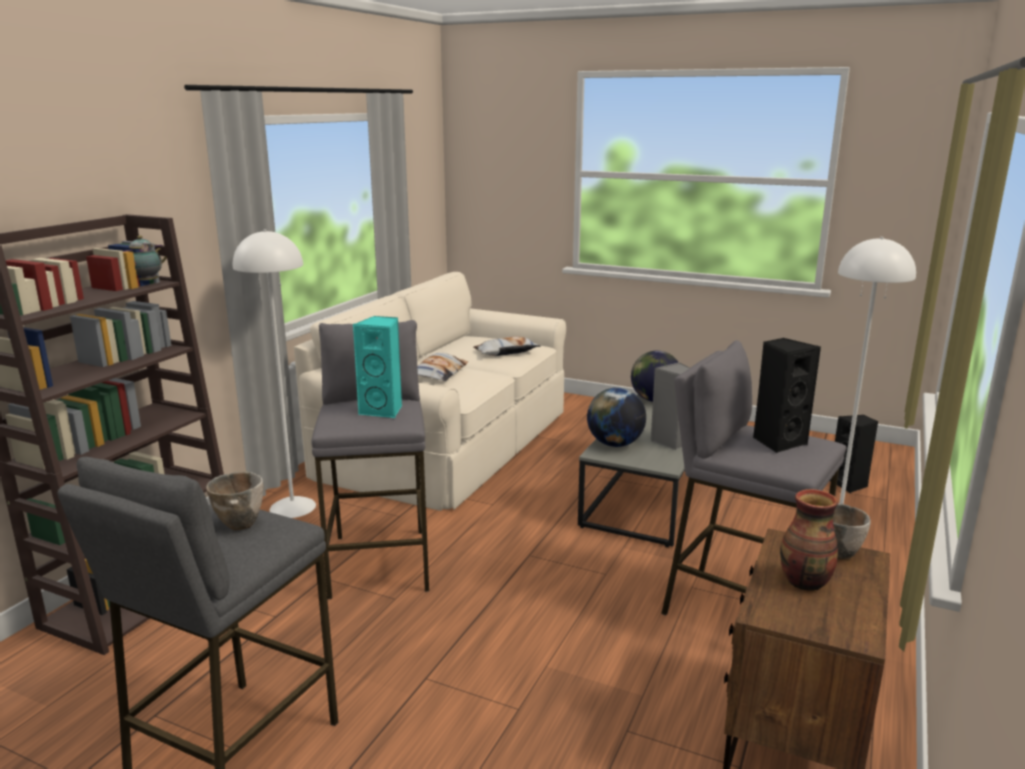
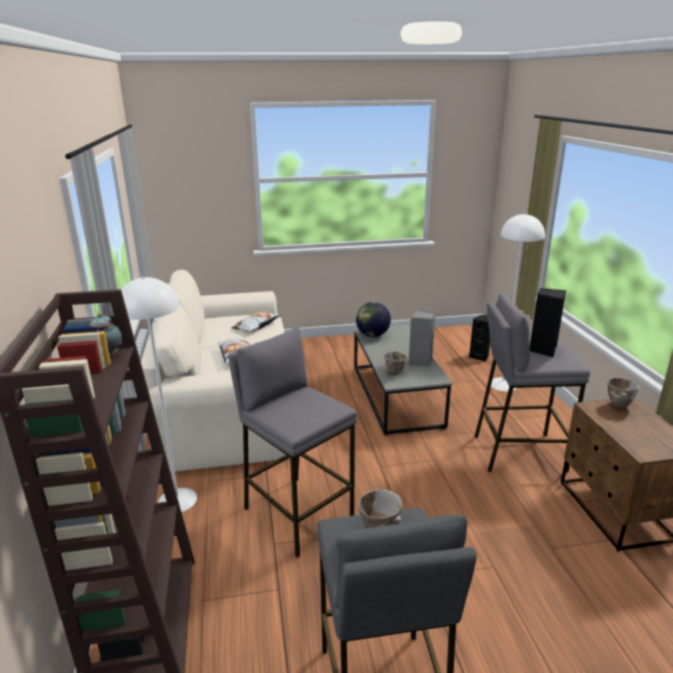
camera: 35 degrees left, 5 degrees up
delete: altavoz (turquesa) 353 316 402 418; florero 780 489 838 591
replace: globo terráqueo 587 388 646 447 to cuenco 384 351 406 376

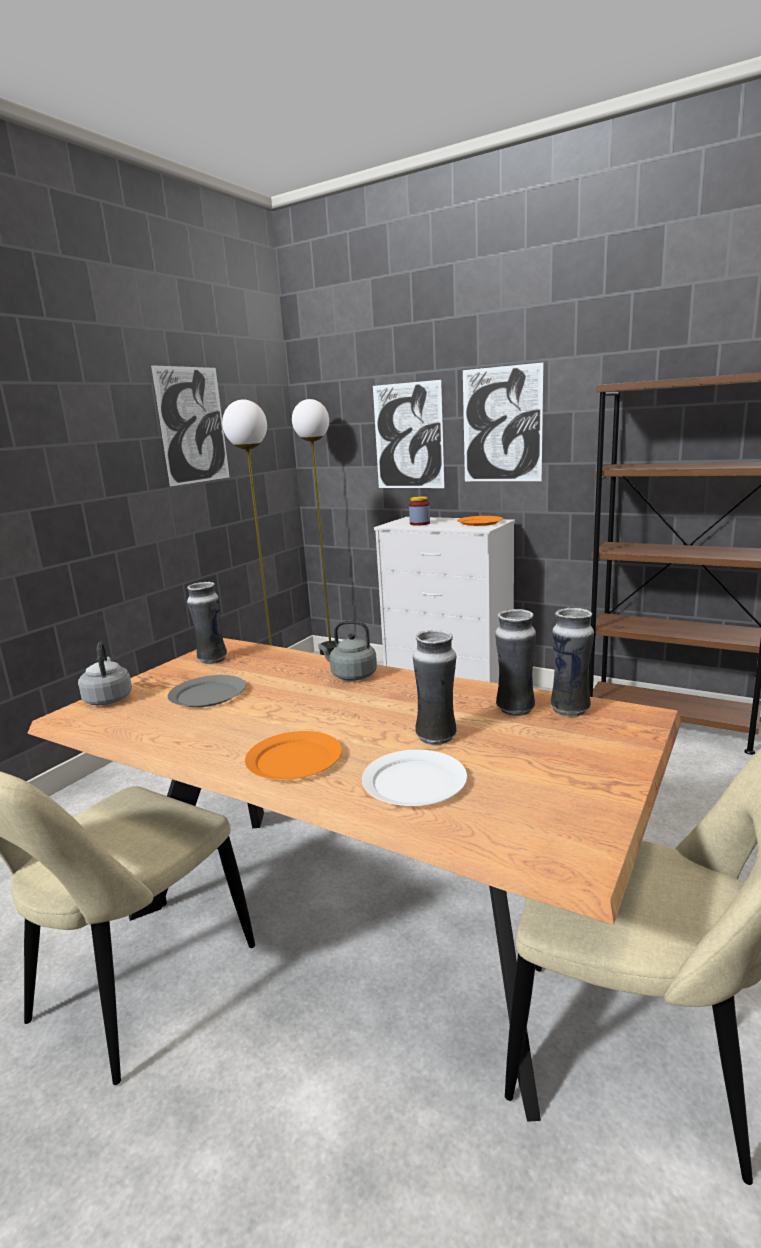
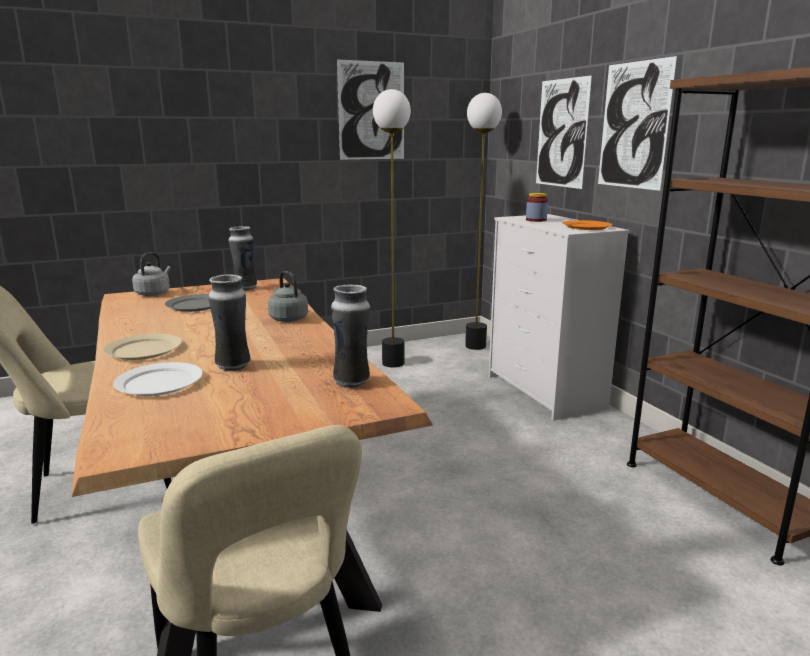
camera: 35 degrees right, 0 degrees up
delete: florero 495 609 536 716
recolor: plato (naranja) 245 731 342 780 to plato (beis) 103 334 182 360

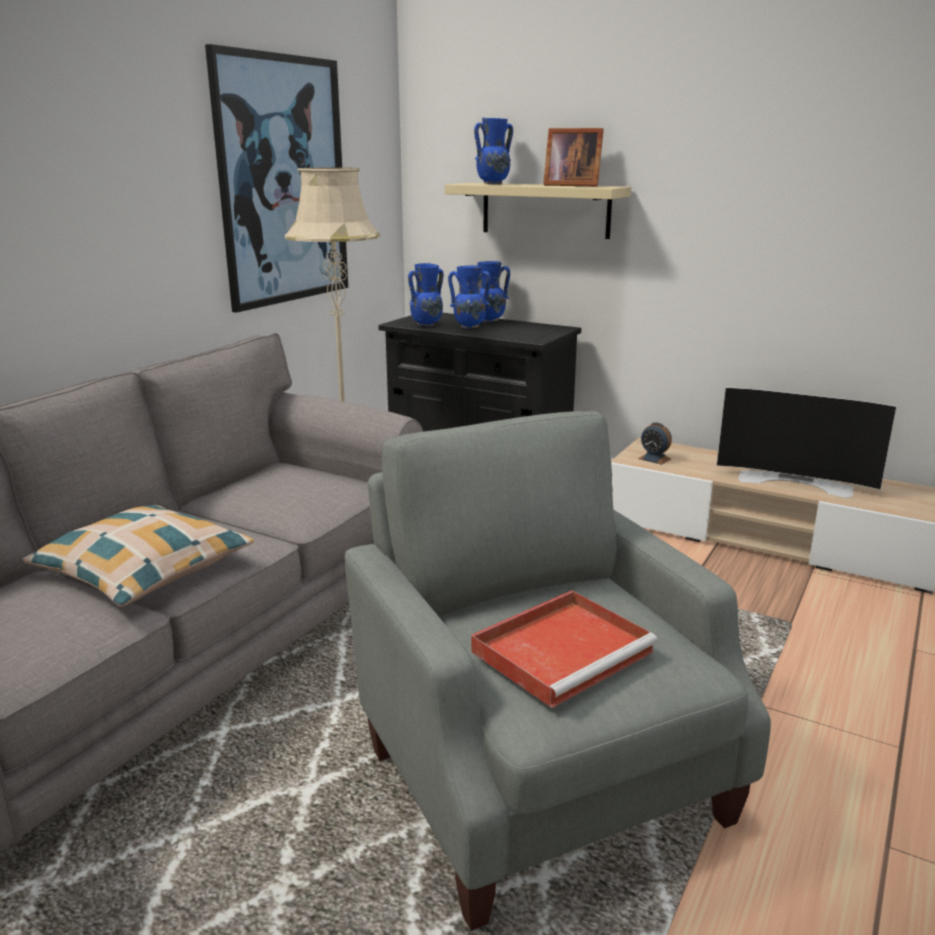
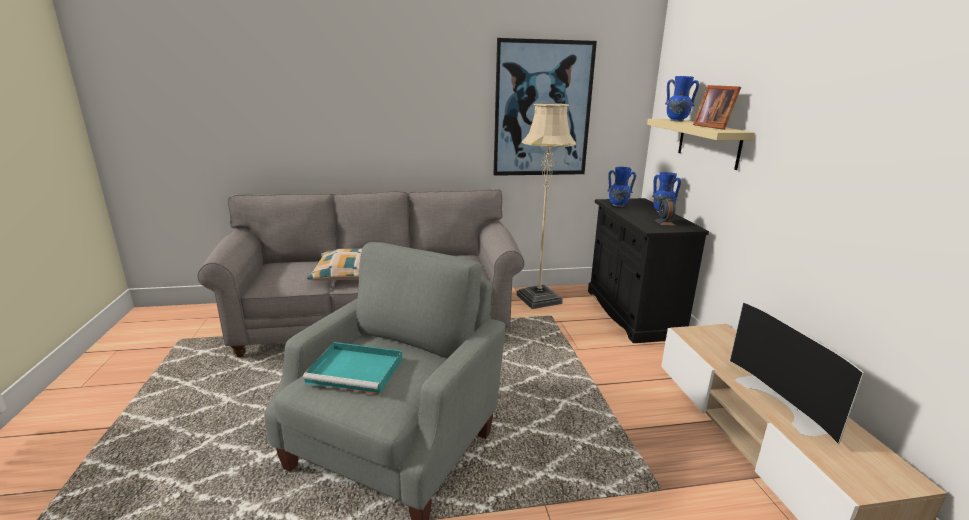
camera: 50 degrees right, 0 degrees up
delete: florero (azul) 448 265 491 329
move: despertador 638 423 672 465 to 655 198 676 226
recolor: bandeja (rojo) 471 590 658 708 to bandeja (turquesa) 303 342 402 395

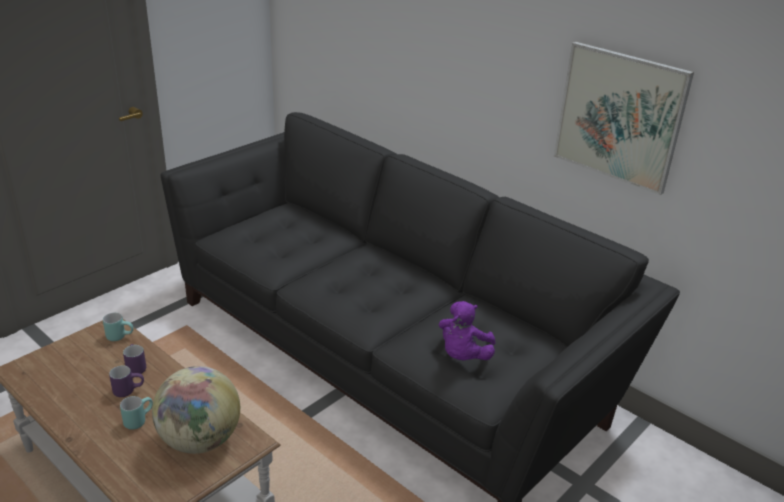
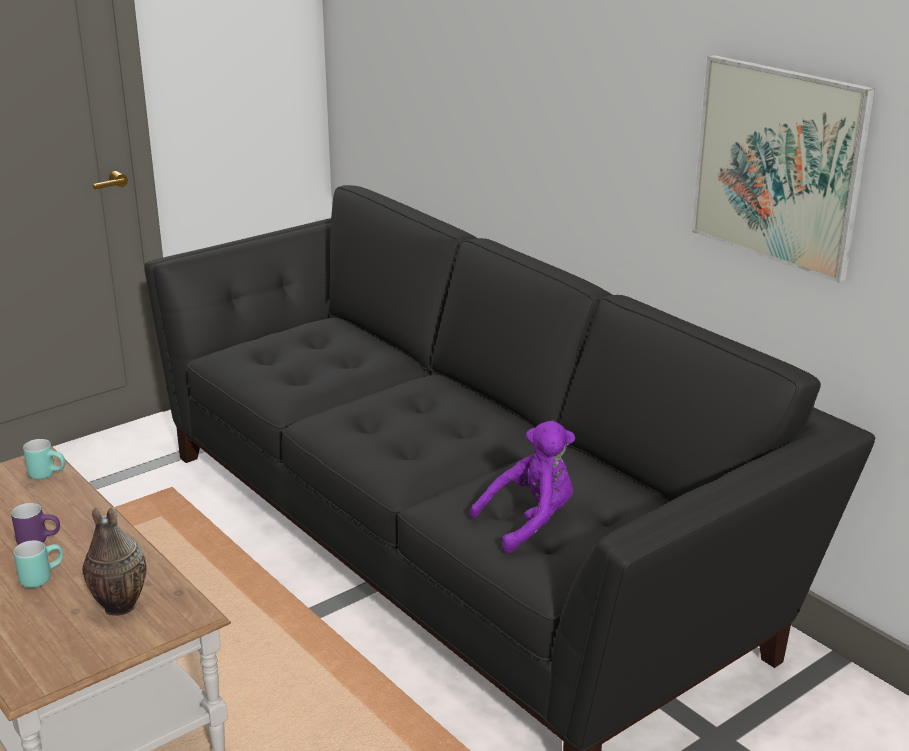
camera: 10 degrees right, 5 degrees down
delete: taza grande (morado) 123 344 146 374
replace: globo terráqueo 152 366 240 454 to florero 82 507 147 616
rotate: peluche (morado) 439 301 496 360 = 470 421 575 553 150 degrees counterclockwise

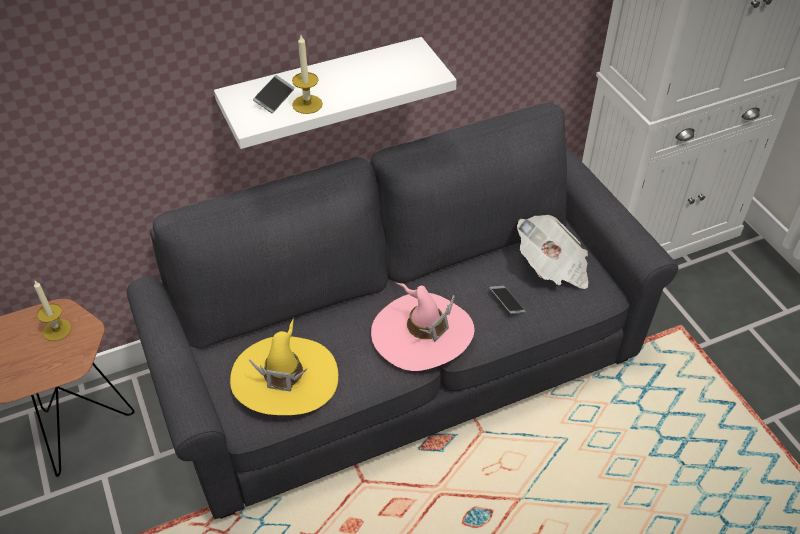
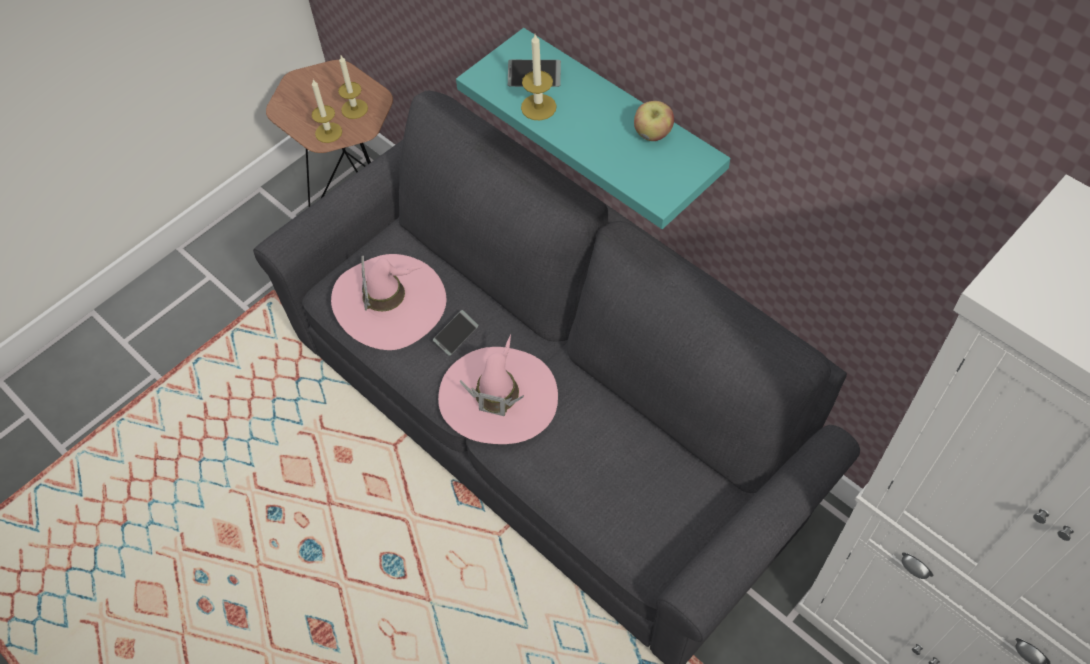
camera: 70 degrees right, 10 degrees up
delete: periódico 517 215 588 289
insert: vela 312 80 342 143; manzana 634 101 674 141
move: móvil 489 286 525 314 to 433 310 478 356
recolor: sombrero (amarillo) 230 318 338 415 to sombrero (rosa) 331 254 446 350; estante (blanco) 214 37 457 149 to estante (turquesa) 456 28 730 229

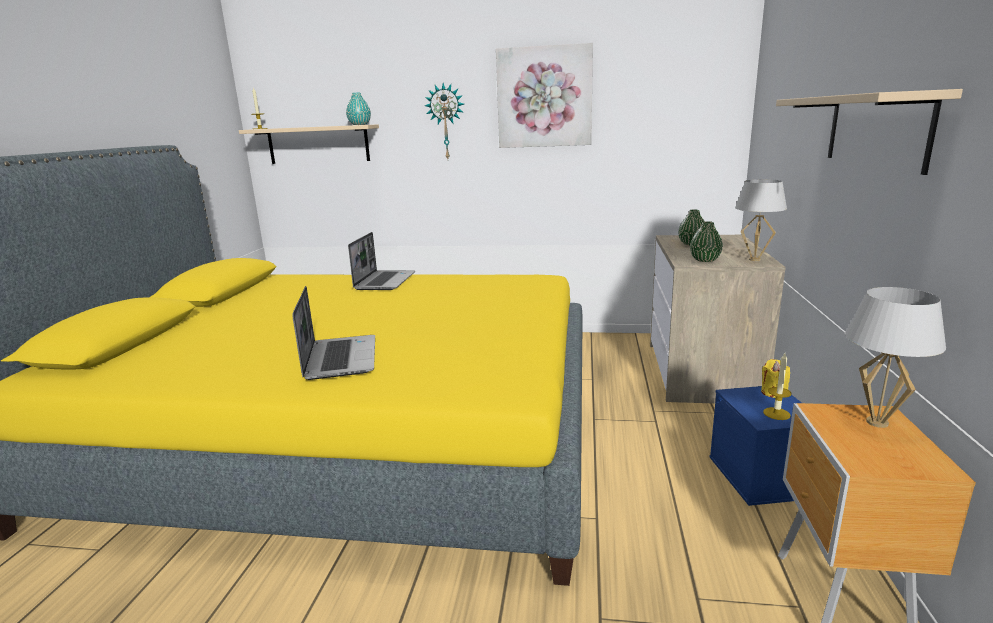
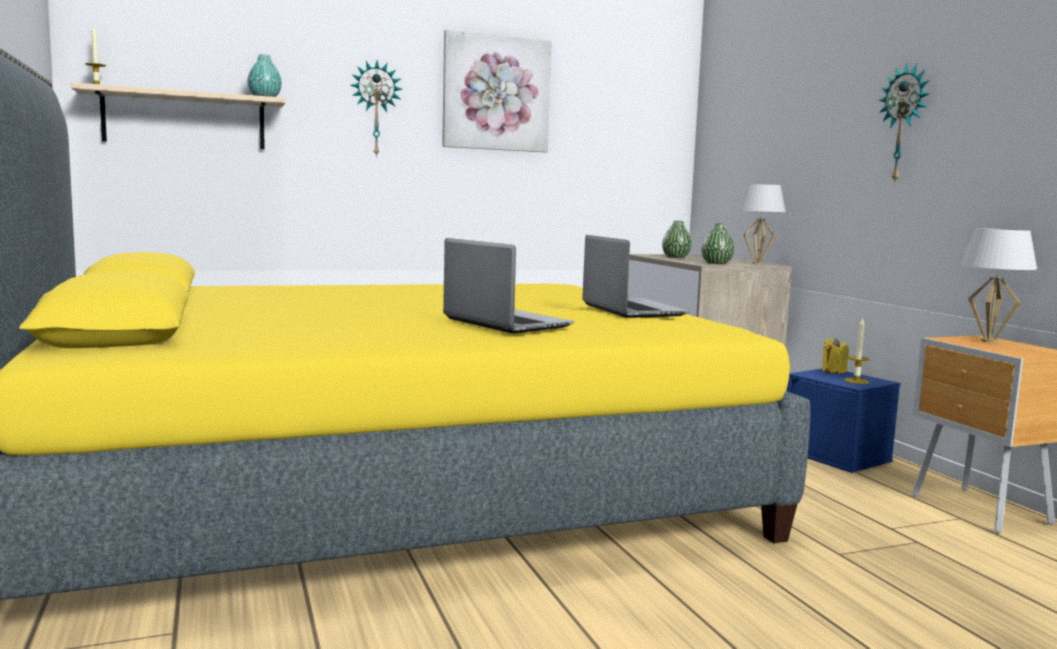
camera: 30 degrees left, 10 degrees down
move: portátil 348 232 415 290 to 582 235 690 318
replace: estante (beis) 776 89 963 175 to reloj de pared 879 63 930 184

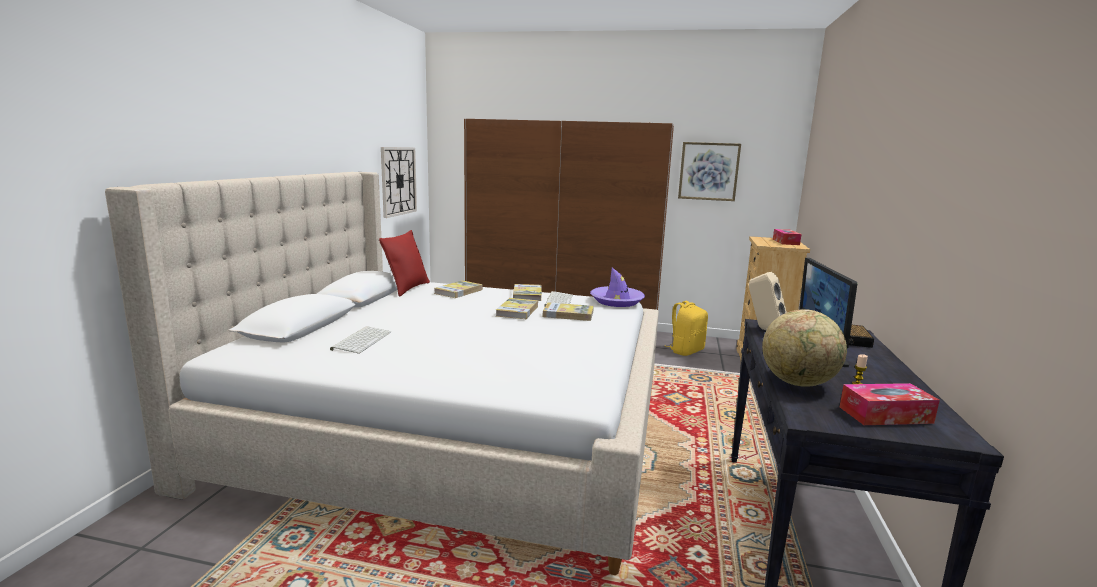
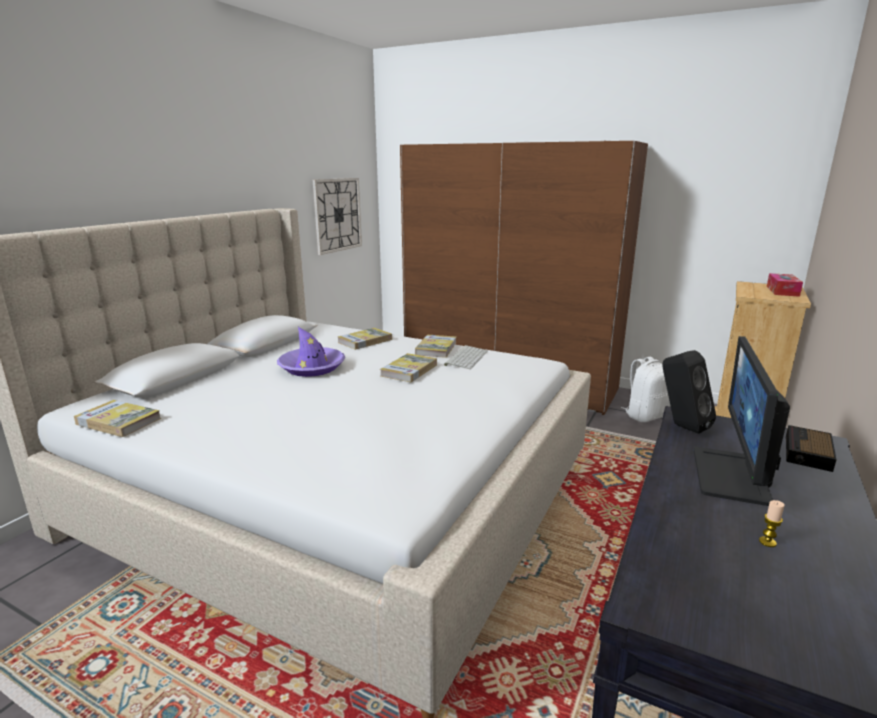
camera: 15 degrees right, 5 degrees up
delete: teclado 330 326 391 354; cojín (rojo) 379 230 430 297; cuadro 678 142 741 201; globo terráqueo 762 309 847 387; caja de pañuelos 840 383 940 425
move: libro 543 303 594 321 to 74 400 161 437; sombrero (morado) 590 268 645 307 to 277 327 345 377
recolor: mochila (amarillo) 666 301 708 356 to mochila (blanco) 621 357 671 422; altavoz (beis) 749 272 787 330 to altavoz (negro) 662 350 716 434

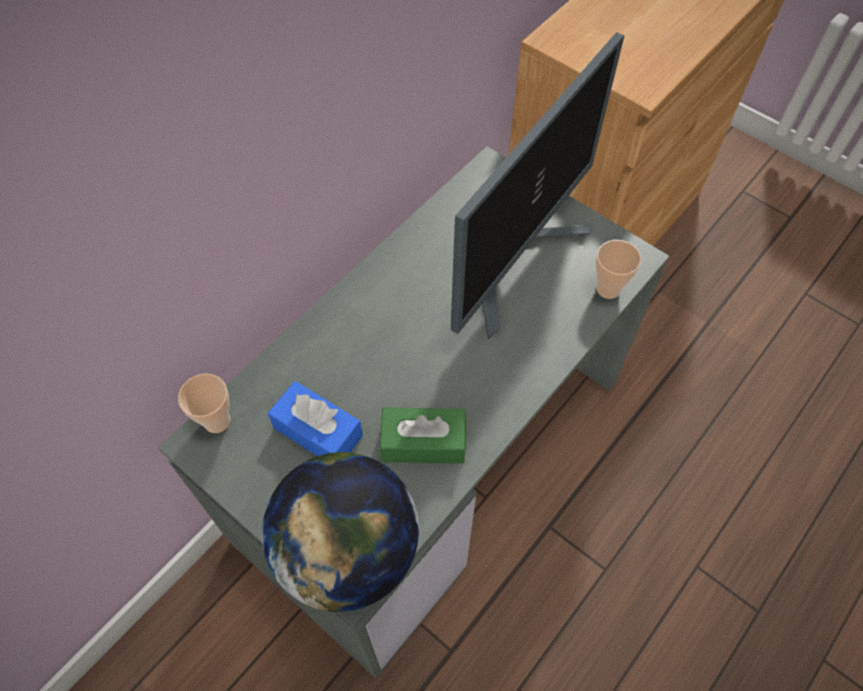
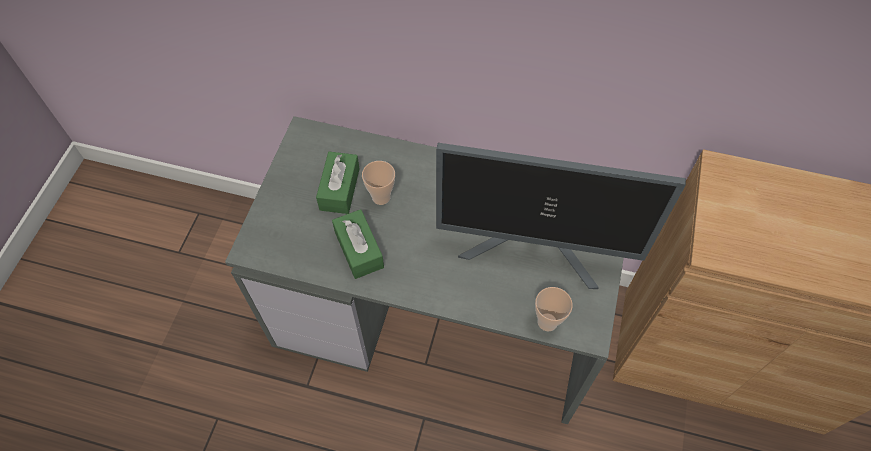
camera: 65 degrees right, 0 degrees up
delete: globo terráqueo 262 452 419 612
move: taza 178 374 230 433 to 362 161 395 205
recolor: caja de pañuelos (azul) 268 381 363 456 to caja de pañuelos (verde) 316 152 360 214

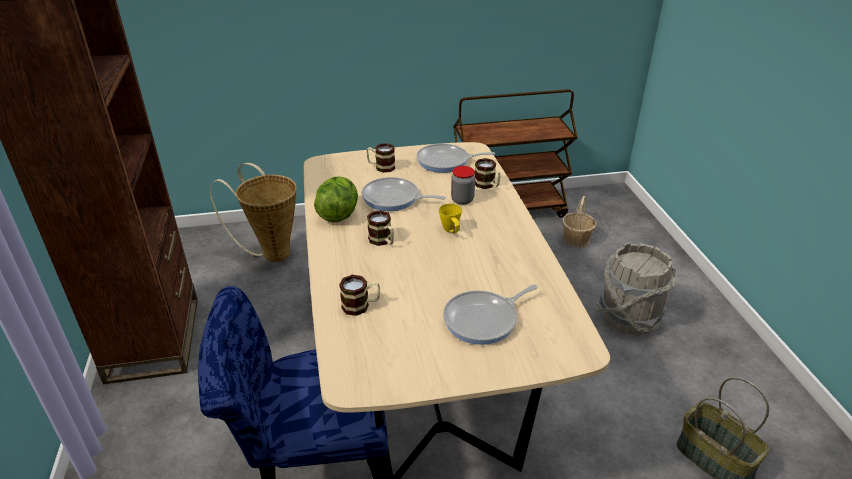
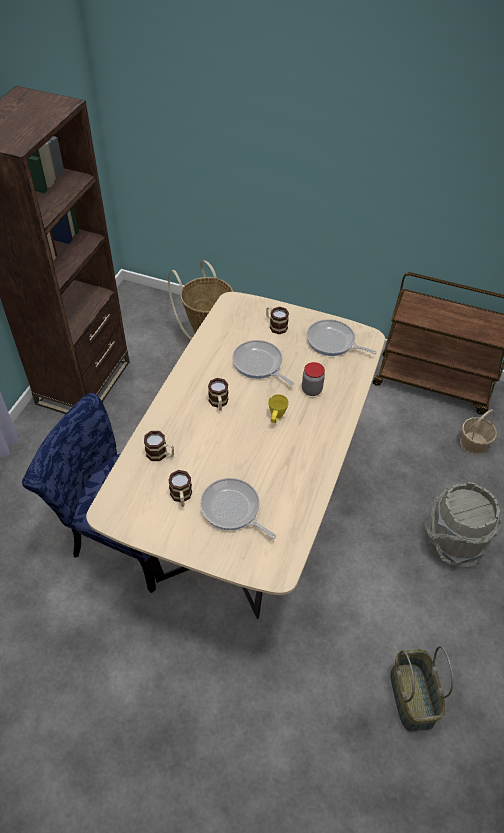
camera: 30 degrees right, 15 degrees up
delete: lechuga 314 176 358 222
move: taza grande 475 158 501 189 to 168 470 192 507
rotate: sartén 443 285 537 345 = 200 478 276 539 45 degrees clockwise

